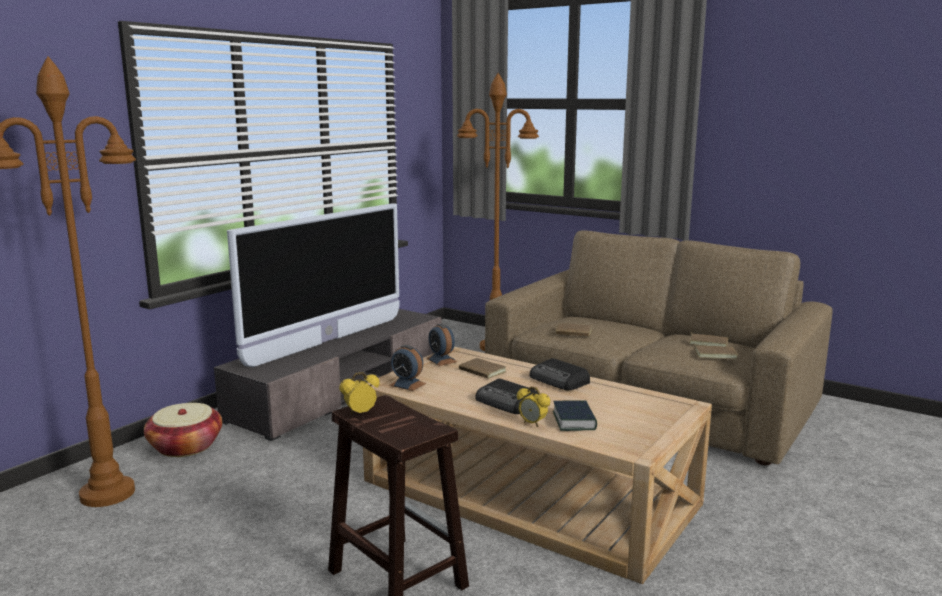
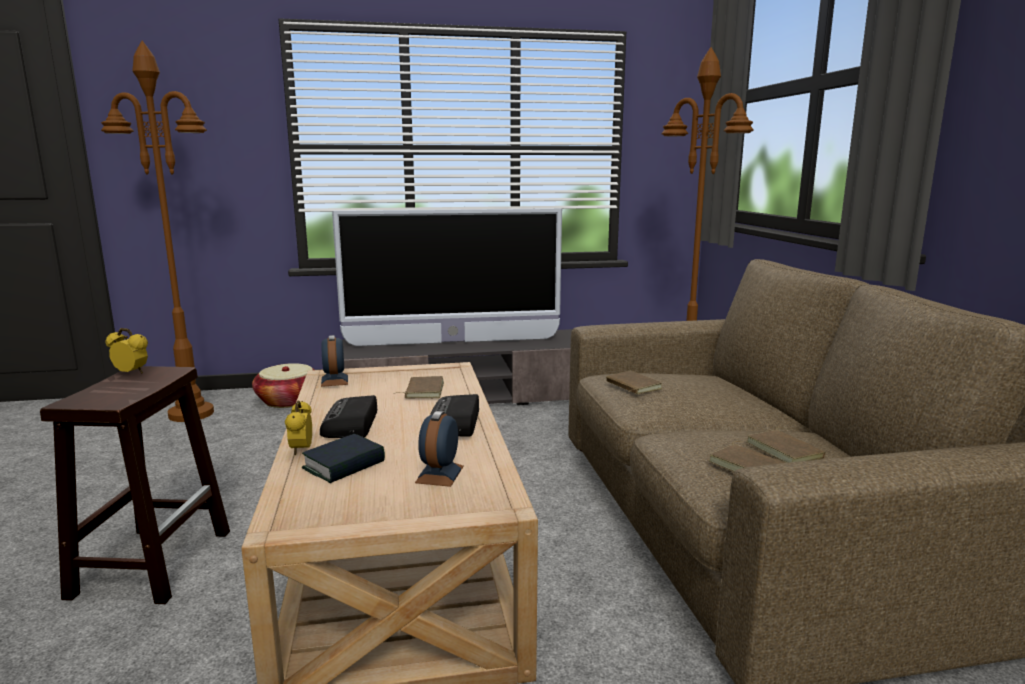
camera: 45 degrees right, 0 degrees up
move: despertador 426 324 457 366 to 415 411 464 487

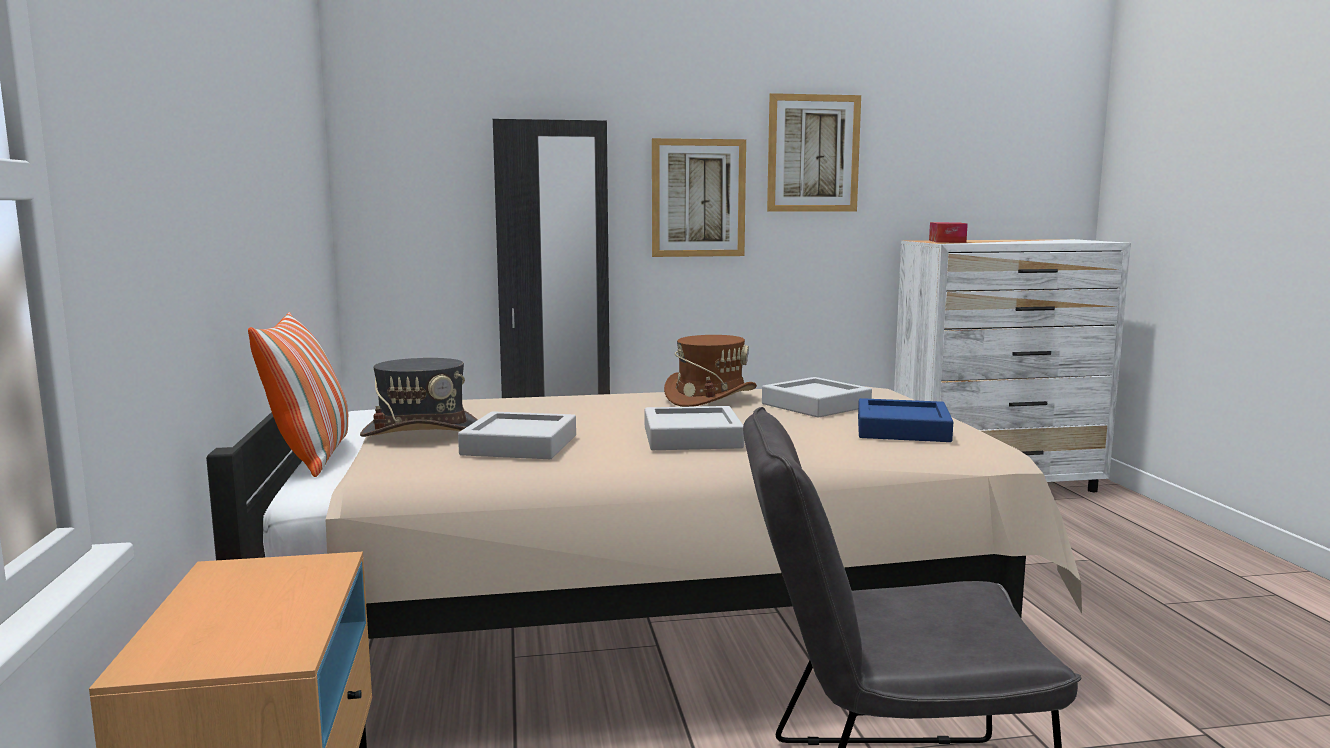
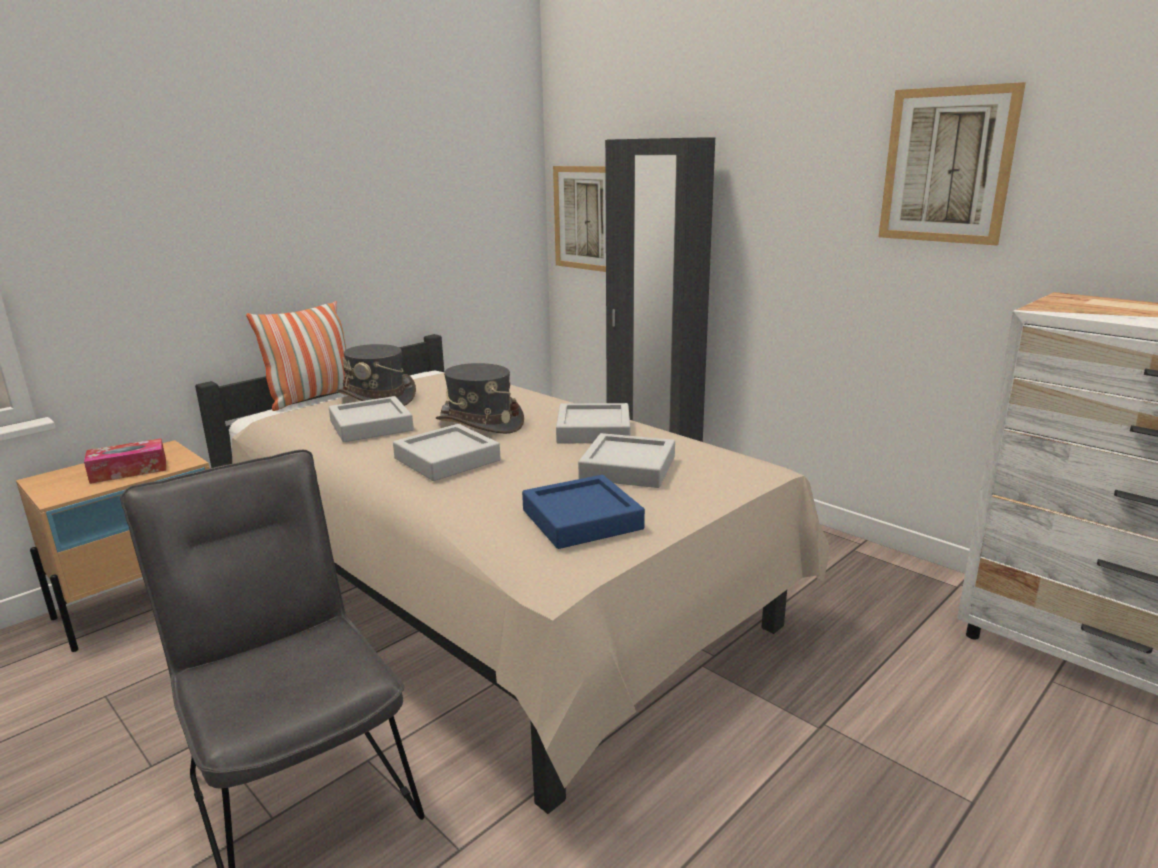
camera: 55 degrees right, 10 degrees up
insert: sombrero (gris) 436 363 524 434
move: caja de pañuelos 929 222 968 243 to 84 438 166 484; cuadro 652 138 746 257 to 553 166 606 272
replace: sombrero (marrón) 664 335 757 407 to bandeja (gris) 556 403 630 443

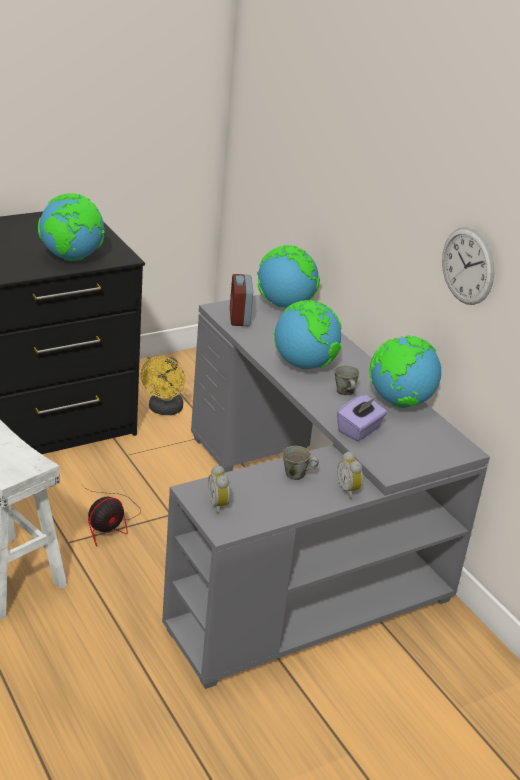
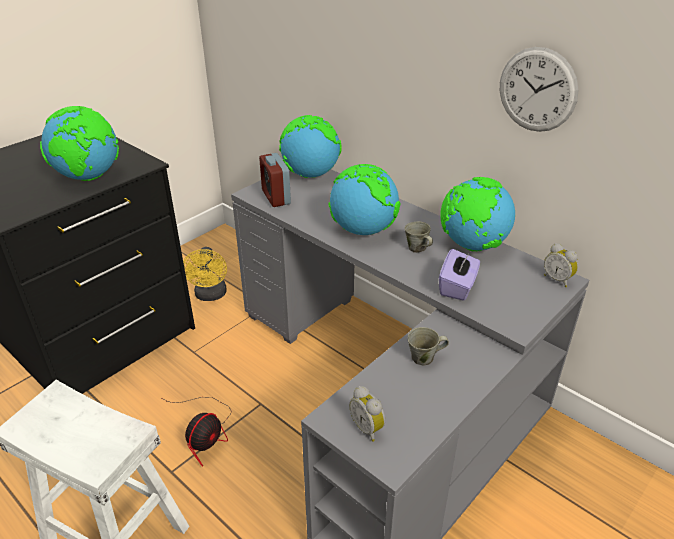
camera: 15 degrees left, 5 degrees up
move: despertador 337 451 363 499 to 544 243 578 287

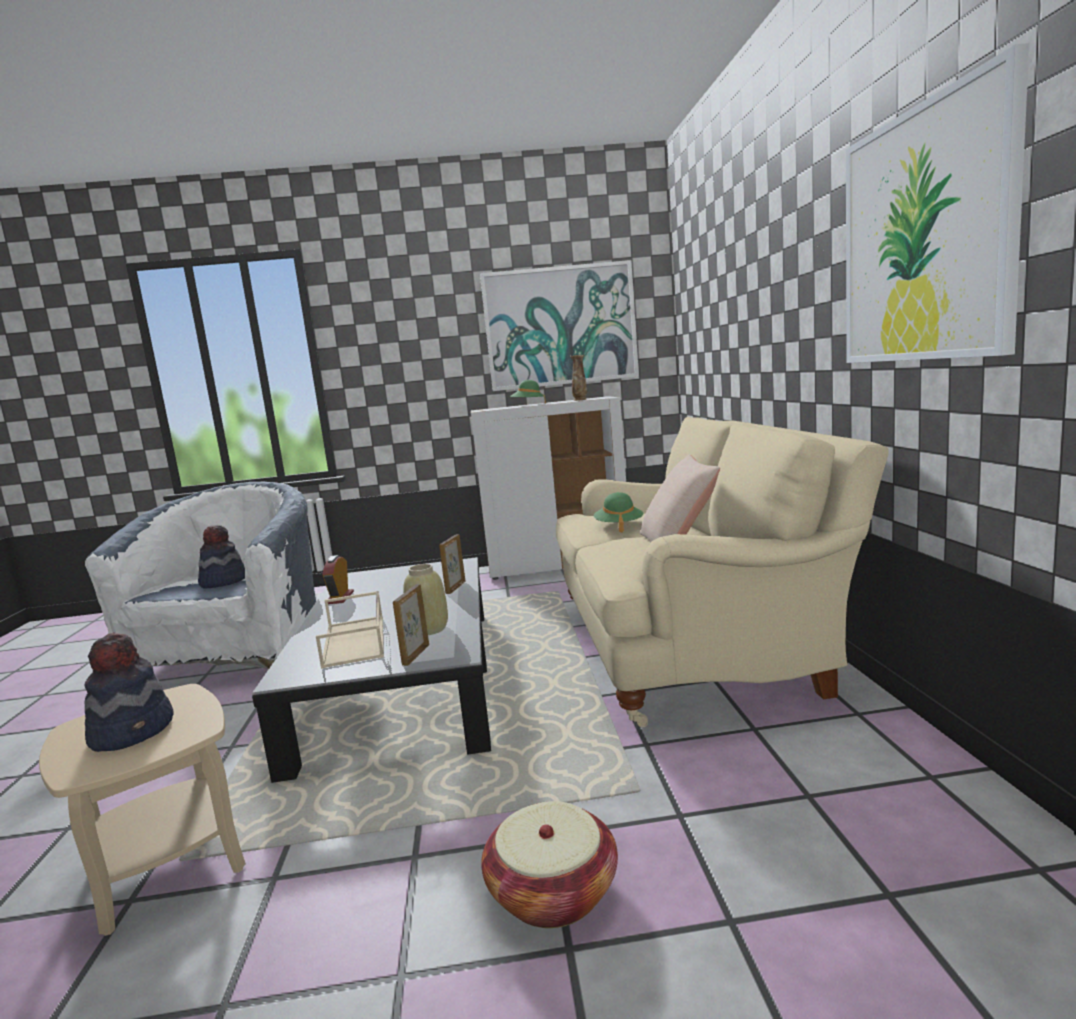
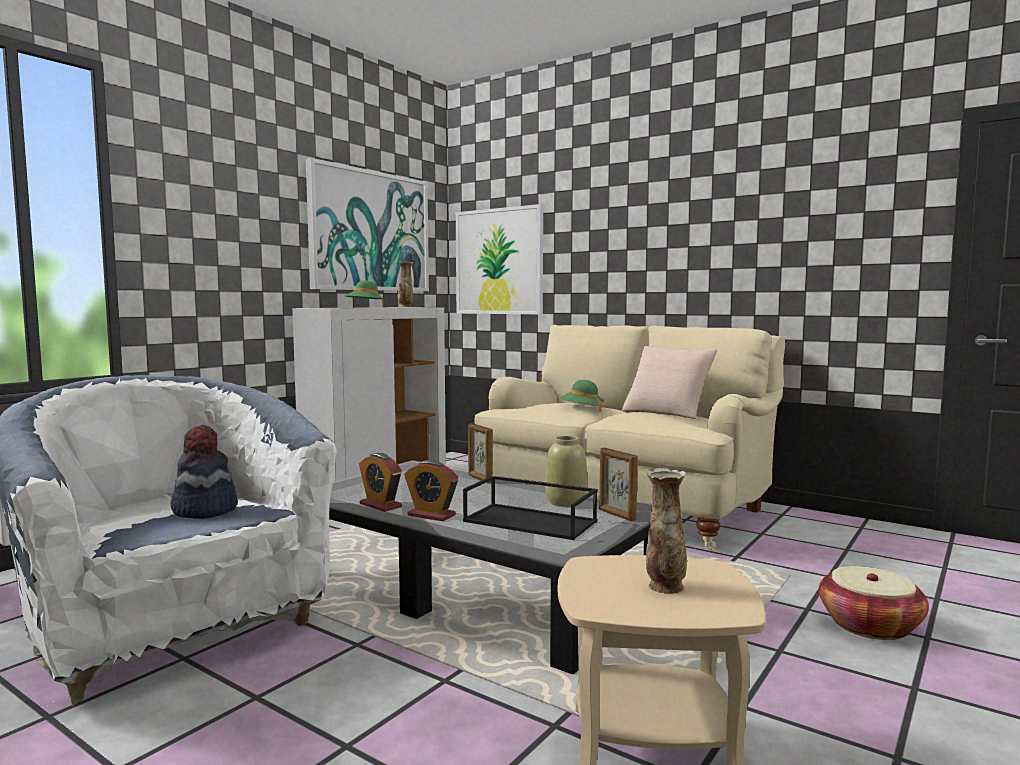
camera: 50 degrees left, 5 degrees down
insert: despertador 404 460 458 521
move: cuadro 846 43 1029 363 to 456 204 543 315
replace: sombrero 85 632 174 752 to florero 646 468 687 594
recolor: bandeja (beis) 316 591 384 669 to bandeja (negro) 463 475 598 540

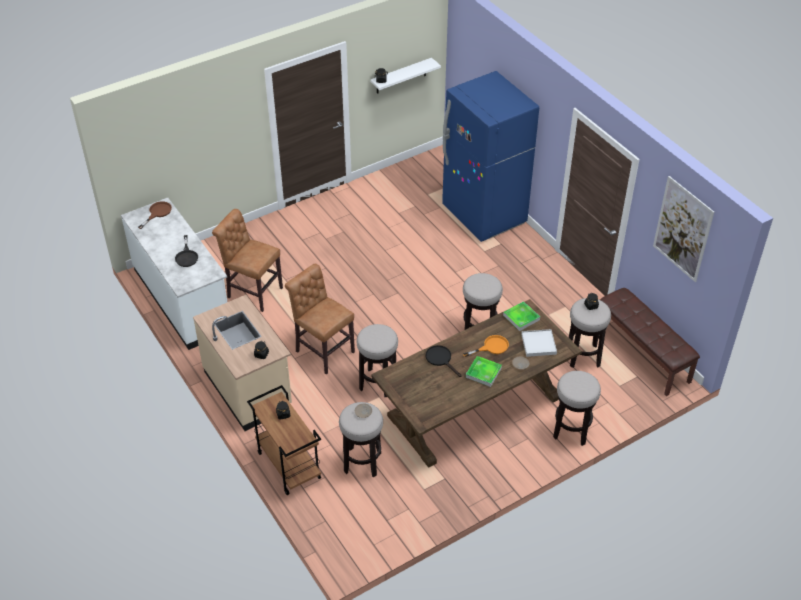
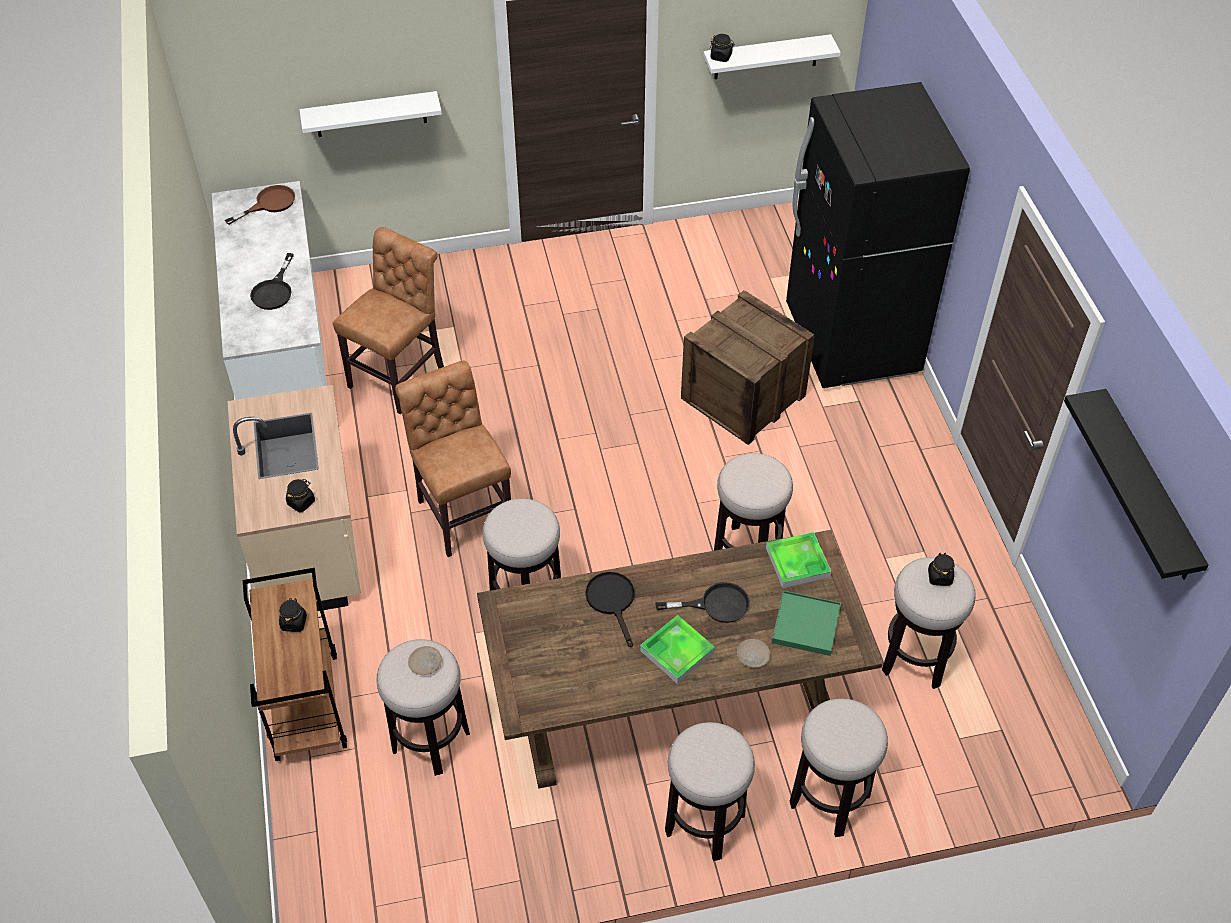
camera: 20 degrees right, 5 degrees up
delete: banco (marrón) 600 288 700 396
insert: estante (blanco) 299 91 442 137; taburete 665 722 755 861; caja de embalaje 681 290 815 445
replace: cuadro 653 176 714 282 to estante (negro) 1064 389 1209 580
recolor: sartén (naranja) 463 335 509 357 to sartén (negro) 655 582 750 623; bandeja (blanco) 521 329 557 357 to bandeja (verde) 772 591 841 656; nevera (azul) 442 71 539 242 to nevera (negro) 786 82 970 388
rotate: silla (marrón) 212 209 283 312 = 333 227 444 414 75 degrees clockwise

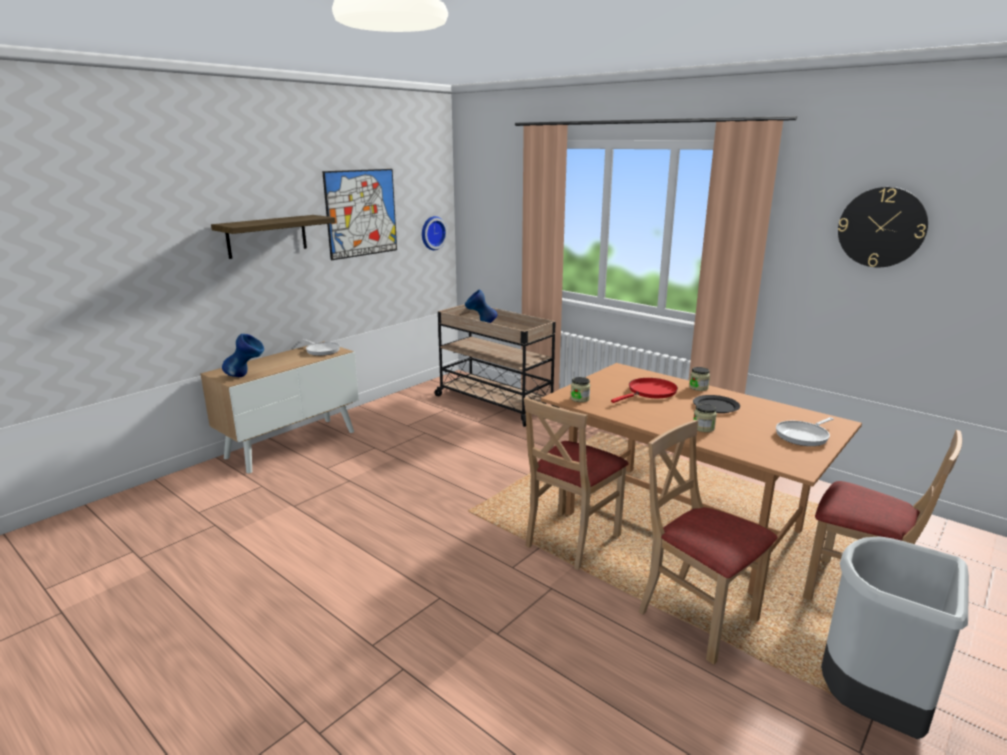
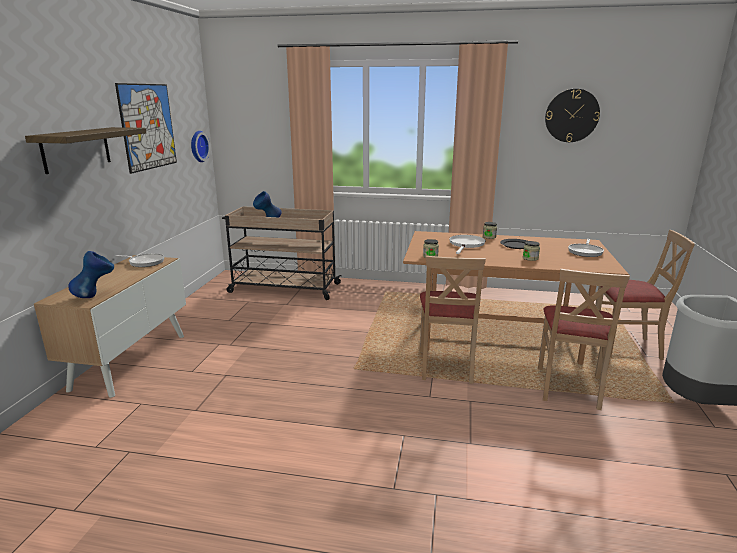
camera: 30 degrees left, 0 degrees up
recolor: sartén (rojo) 611 378 678 403 to sartén (blanco) 449 235 486 254
rotate: silla (beis) 639 420 777 665 = 538 269 630 410 90 degrees counterclockwise

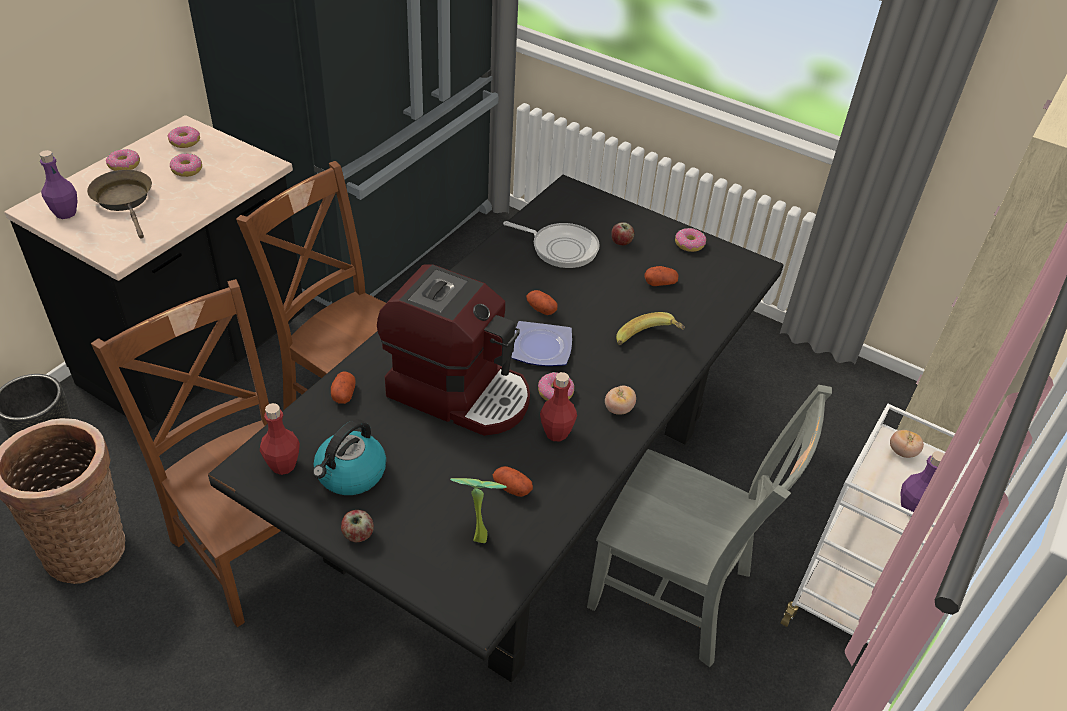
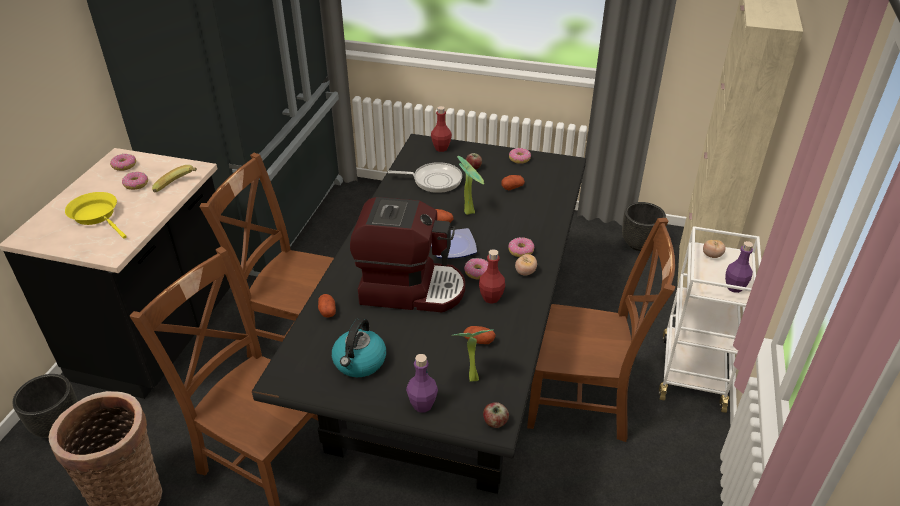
camera: 15 degrees left, 5 degrees down
insert: planta en maceta 457 156 484 215; maceta (negro) 622 202 666 251
move: plátano 616 312 685 345 to 152 165 197 192; botella (morado) 39 150 78 219 to 406 354 438 412; botella (rojo) 260 403 300 475 to 431 106 452 152; manzana 341 510 374 542 to 483 402 509 428; rosquilla 106 149 140 171 to 508 237 534 257
recolor: sartén (marrón) 87 170 152 239 to sartén (amarillo) 65 192 127 239; silla (gris) 587 385 832 667 to silla (marrón) 527 218 676 442

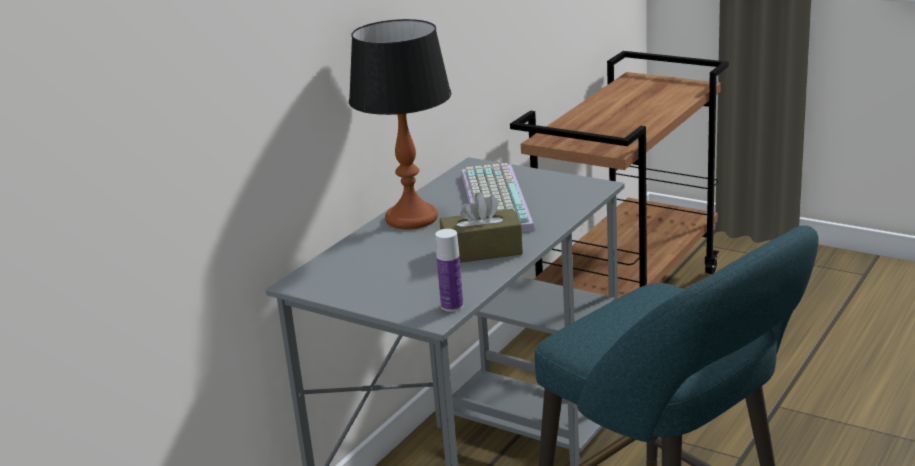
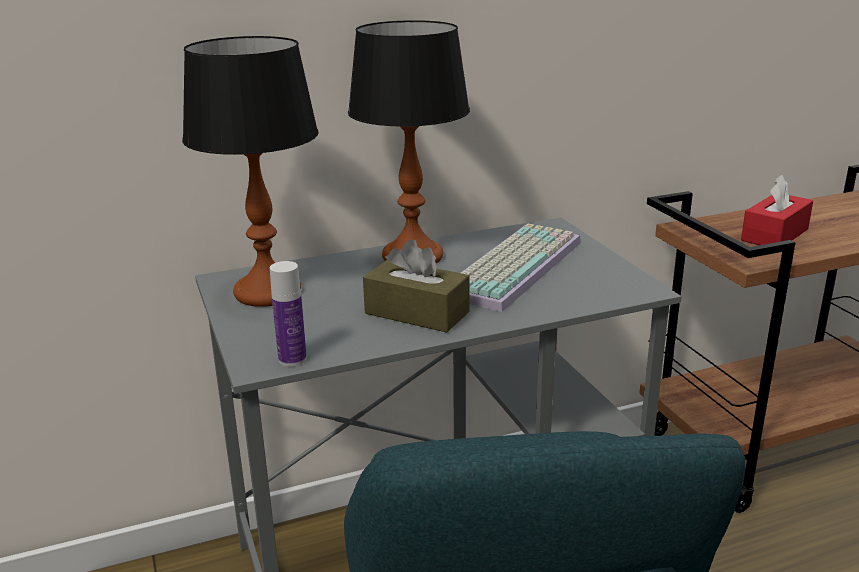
camera: 35 degrees right, 0 degrees up
insert: lámpara de mesa 182 36 319 307; caja de pañuelos (rojo) 741 175 813 245

